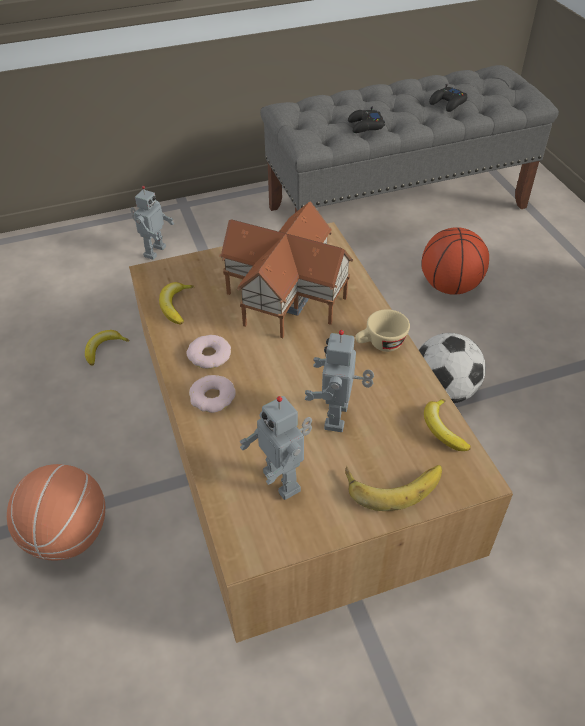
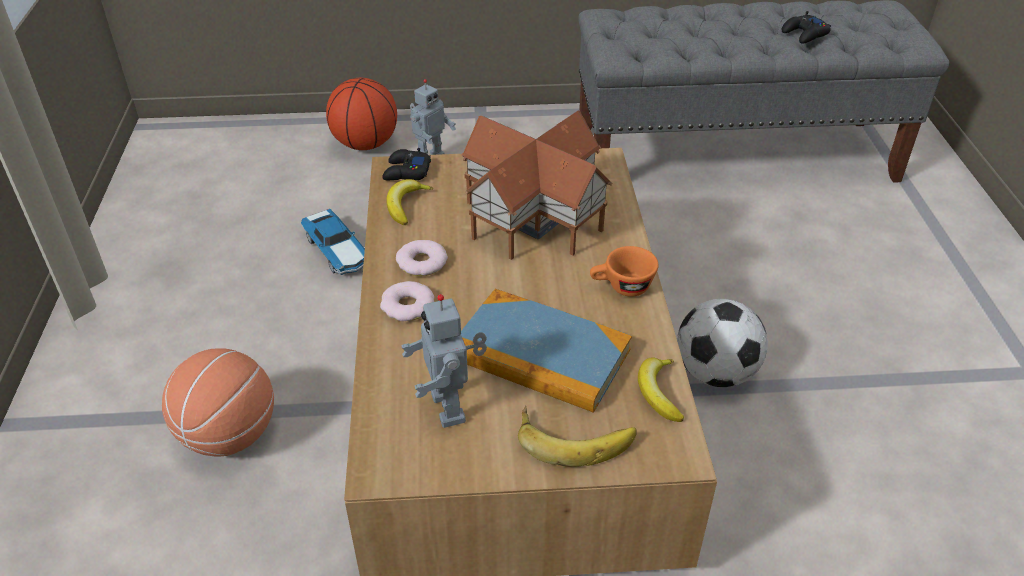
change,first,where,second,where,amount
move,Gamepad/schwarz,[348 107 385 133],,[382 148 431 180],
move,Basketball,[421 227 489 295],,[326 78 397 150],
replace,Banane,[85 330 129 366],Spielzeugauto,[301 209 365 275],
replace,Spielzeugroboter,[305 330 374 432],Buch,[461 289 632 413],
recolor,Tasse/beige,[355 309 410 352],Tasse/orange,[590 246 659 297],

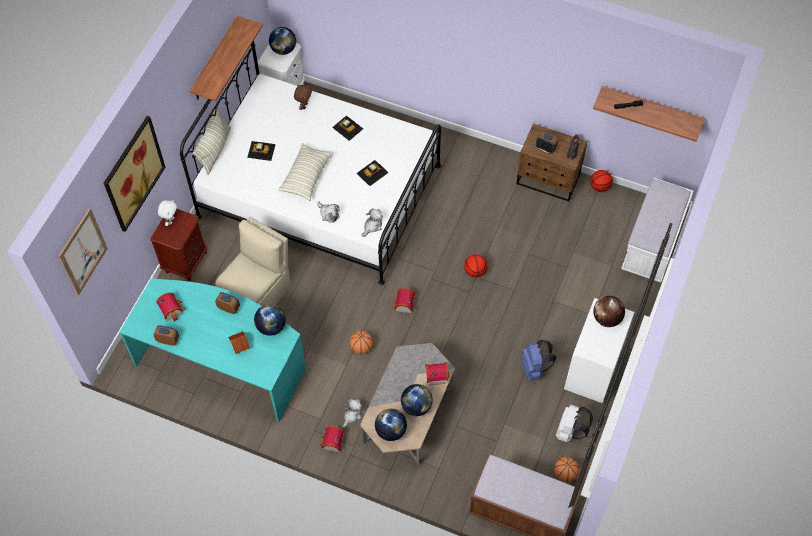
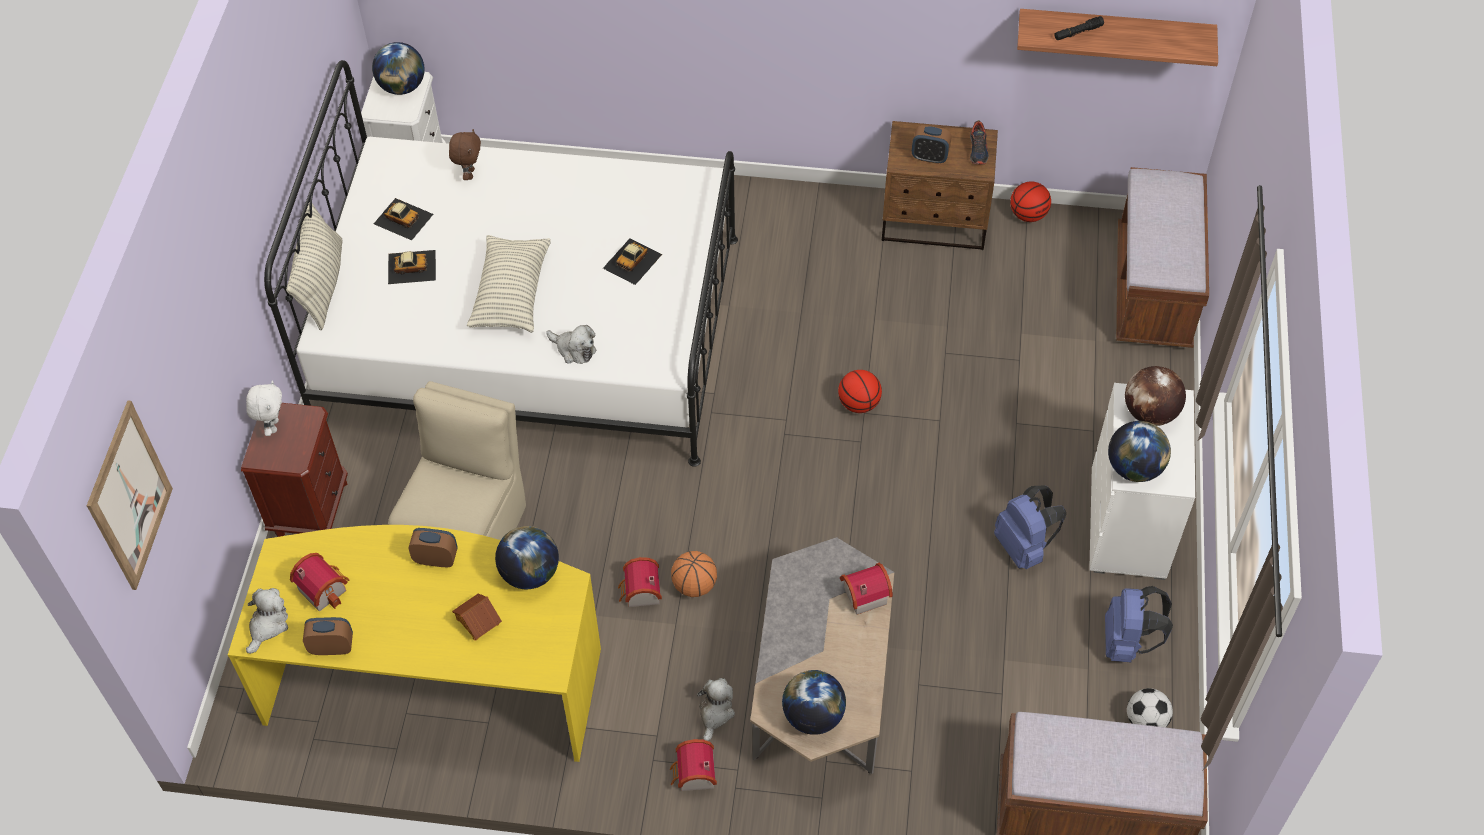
change,first,where,second,where,amount
delete,Bild,[104 116 165 232],,,
delete,Wandregal,[190 16 263 101],,,
move,Spielzeugauto,[332 116 363 141],,[374 198 433 240],
move,Plüschtier,[361 208 383 237],,[246 588 288 654],
move,Spielzeughaus,[392 288 415 313],,[618 557 662 607],
move,Globus,[401 384 433 416],,[1108 421 1171 482],
replace,Basketball,[554 457 580 482],Fußball,[1127 688 1173 727],
recolor,Schreibtisch/türkis,[119 279 306 422],Schreibtisch/gelb,[228 525 601 762],
recolor,Rucksack/weiß,[556 405 593 442],Rucksack/blau,[1105 586 1173 662],
recolor,Bank/weiß,[621 178 693 283],Bank/braun,[1116 167 1209 348],

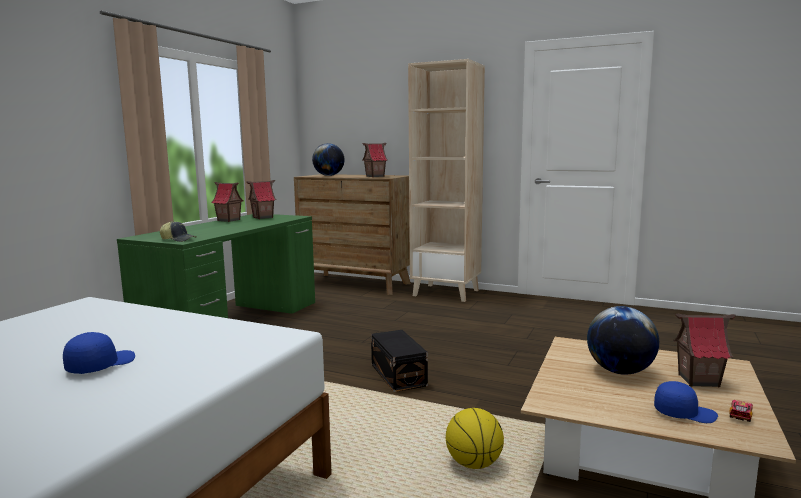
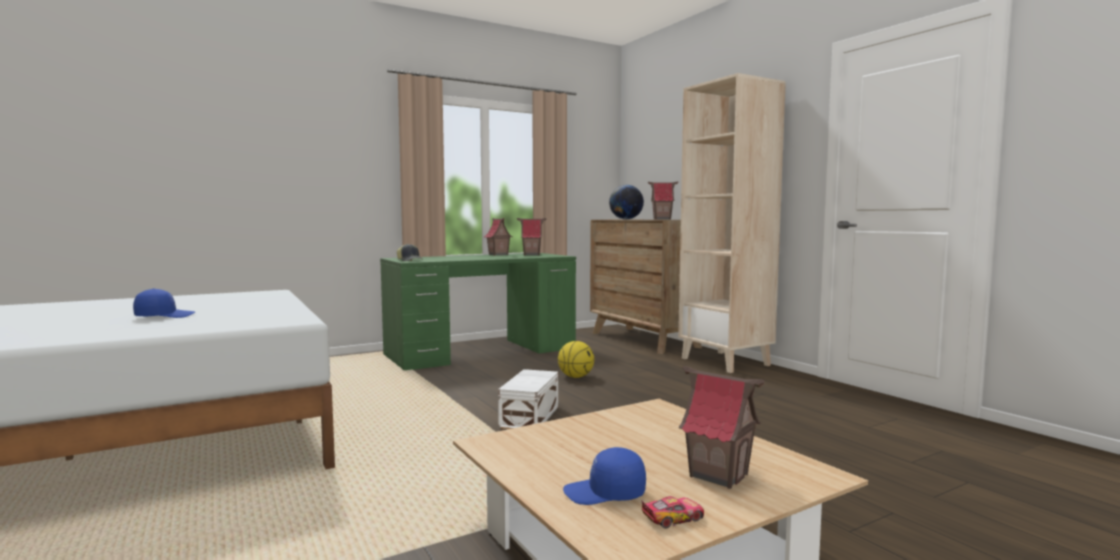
change,first,where,second,where,amount
delete,Globus,[587 306 659 375],,,
move,Basketball,[446 408 504 469],,[558 341 594 378],
recolor,Aufbewahrungsbox/schwarz,[371 330 428 392],Aufbewahrungsbox/weiß,[498 369 558 429],
rotate,Kappe/blau,[654 381 718 423],,[563 447 646 505],135 degrees clockwise

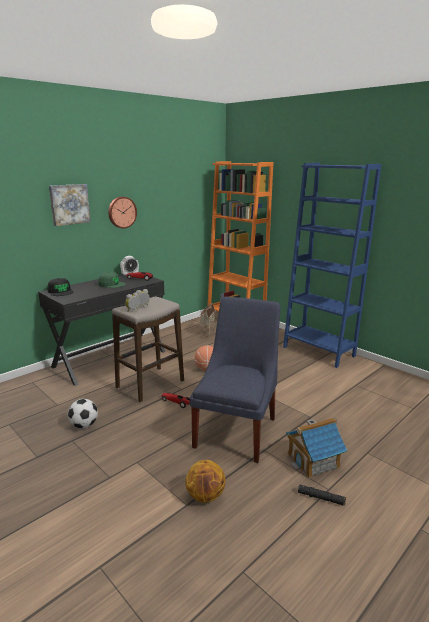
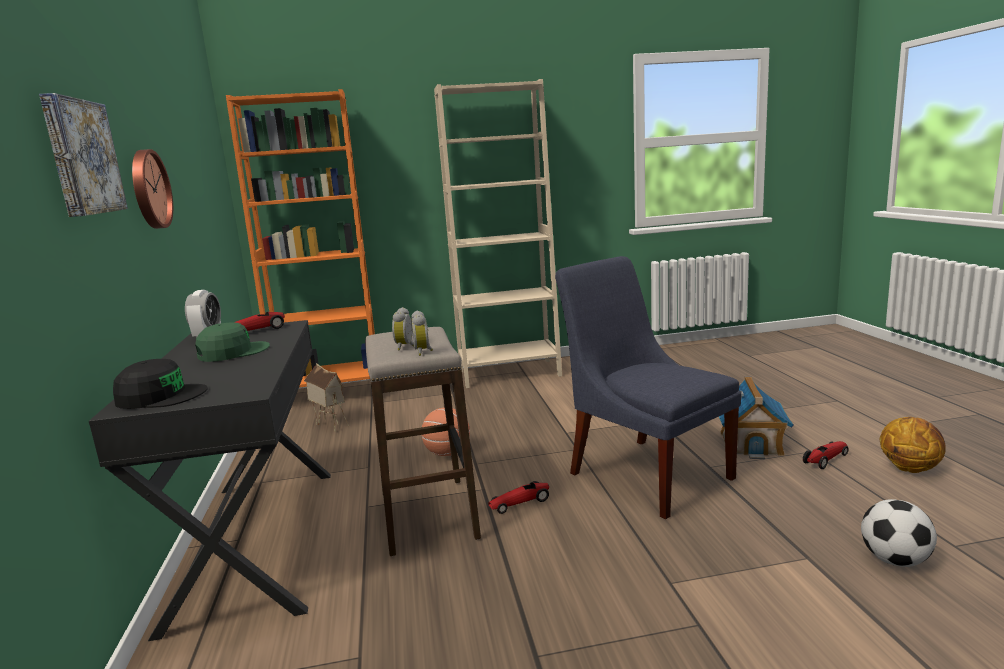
change,first,where,second,where,amount
move,Fußball,[68 399 98 428],,[861 499 937 567],
move,Basketball,[185 460 226 503],,[879 417 946 473],
replace,Taschenlampe/schwarz,[298 484 346 506],Spielzeugauto,[803 441 849 469],
recolor,Bücherregal/blau,[283 163 382 368],Bücherregal/beige,[434 79 562 388],

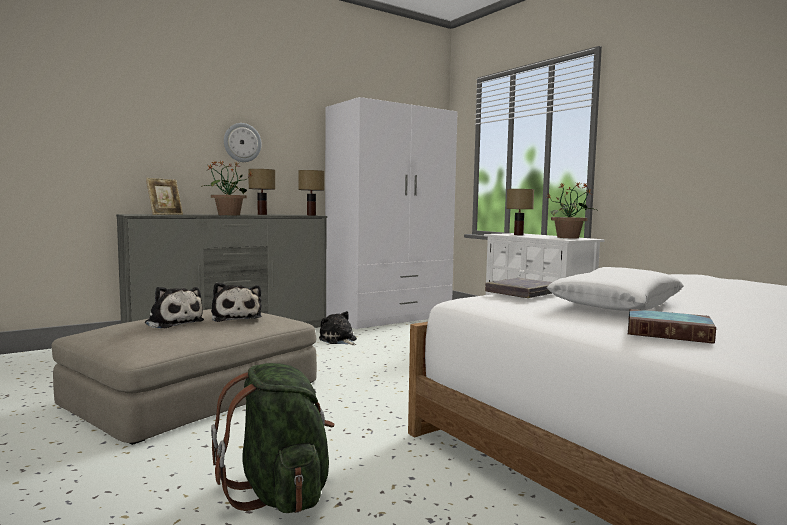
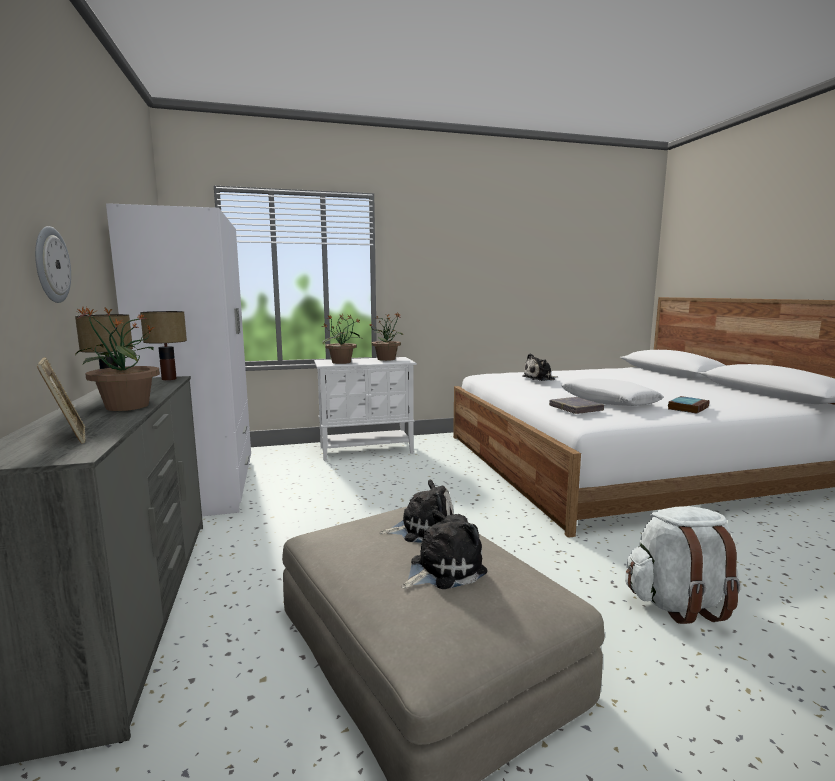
change,first,where,second,where,amount
move,Plüschtier,[319 311 357 345],,[522 353 558 381],
replace,Tischlampe,[506 189 534 235],Topfpflanze,[322 314 361 364],
recolor,Rucksack/grün,[211 363 334 513],Rucksack/weiß,[625 506 740 624],

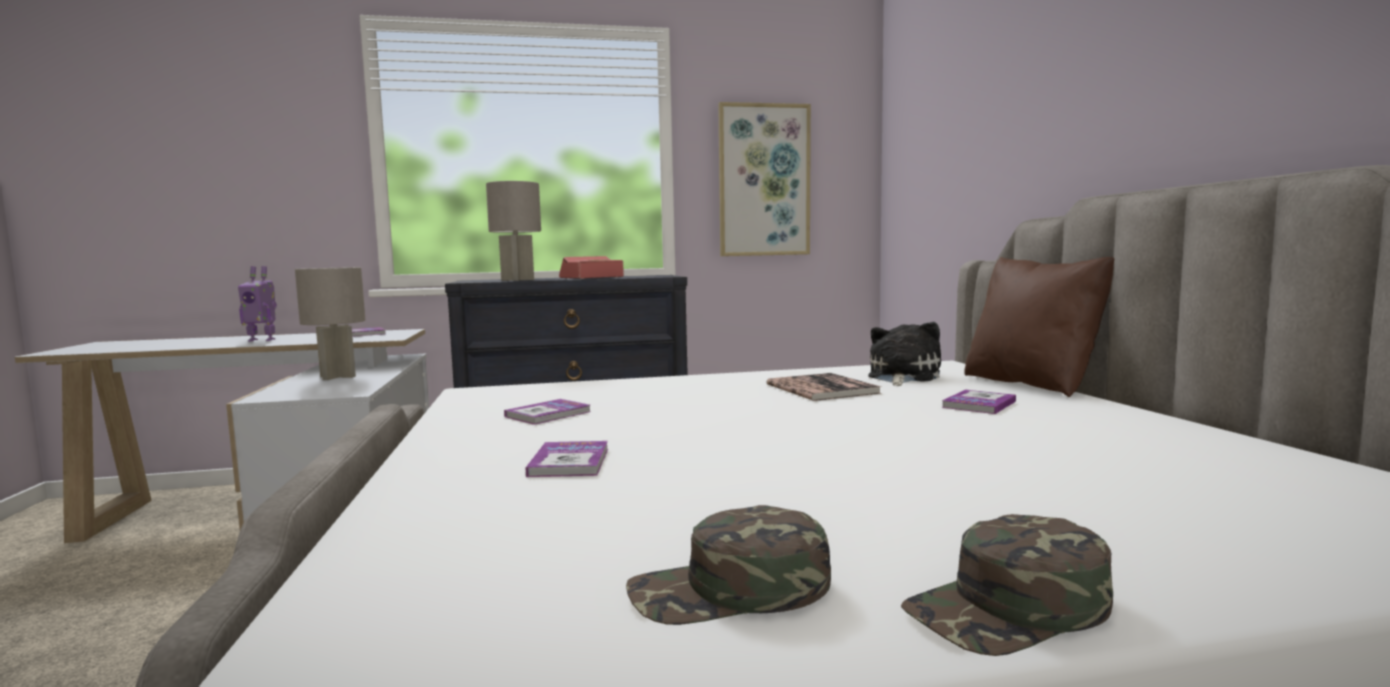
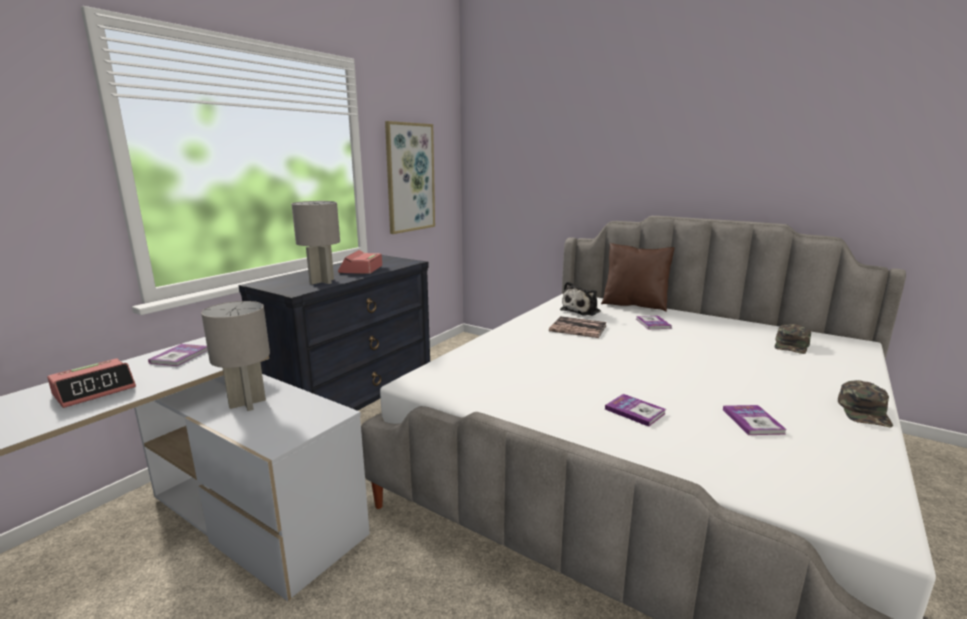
change,first,where,second,where,amount
move,Buch,[504 399 590 425],,[723 405 787 435],
move,Kappe/grün,[626 505 831 625],,[775 324 811 354],
replace,Spielzeugroboter,[238 266 277 342],Wecker,[47 359 136 408],
rotate,Plüschtier,[869 322 941 386],,[560 282 601 316],120 degrees counterclockwise

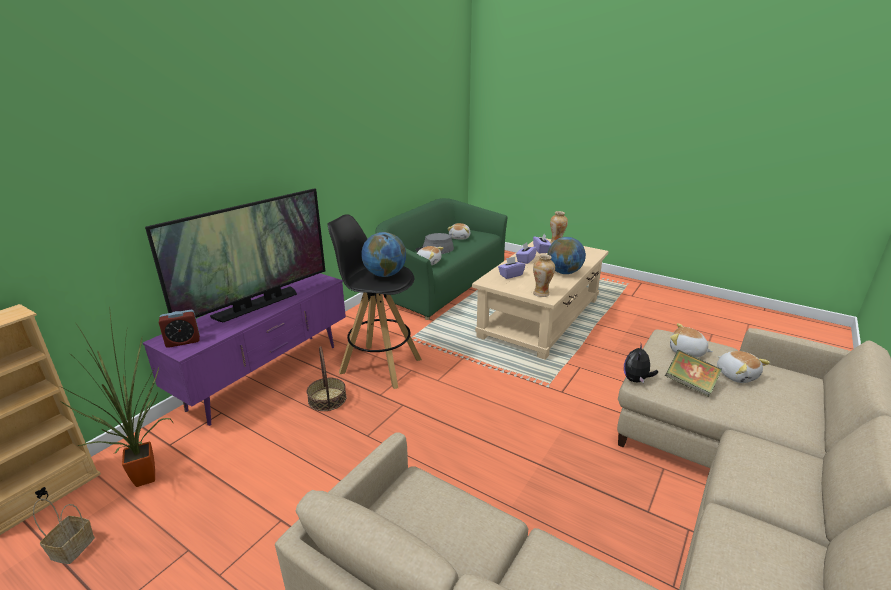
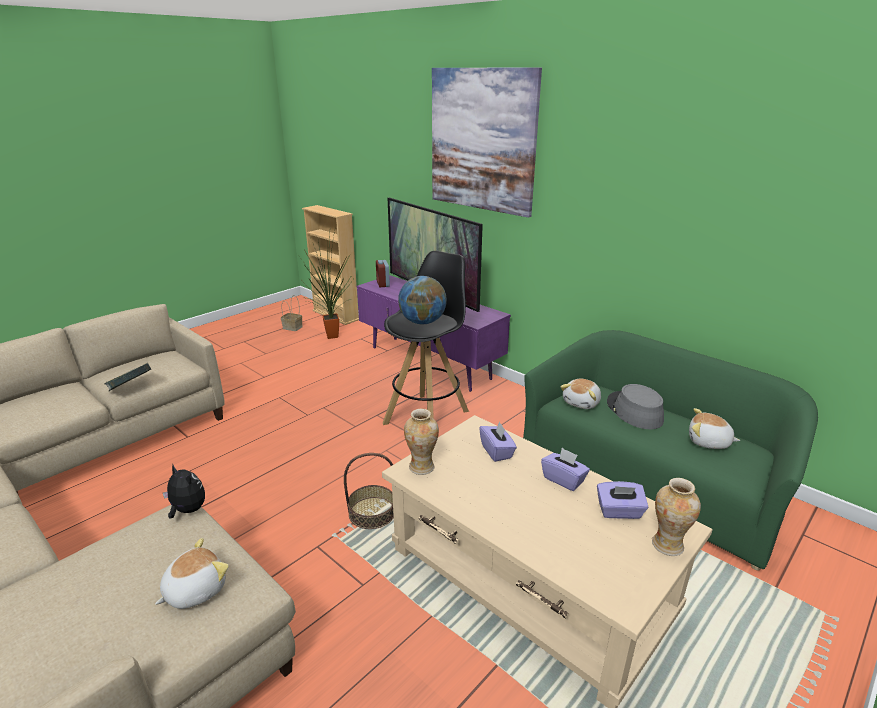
change,first,where,second,where,amount
delete,Globus,[547 237 586 274],,,
delete,Plüschtier,[717 351 770 383],,,
insert,,,Bild,[432 67 542 218],
move,Korb,[307 346 347 411],,[344 453 394 529],
move,Buch,[665 350 722 397],,[105 363 151 391],

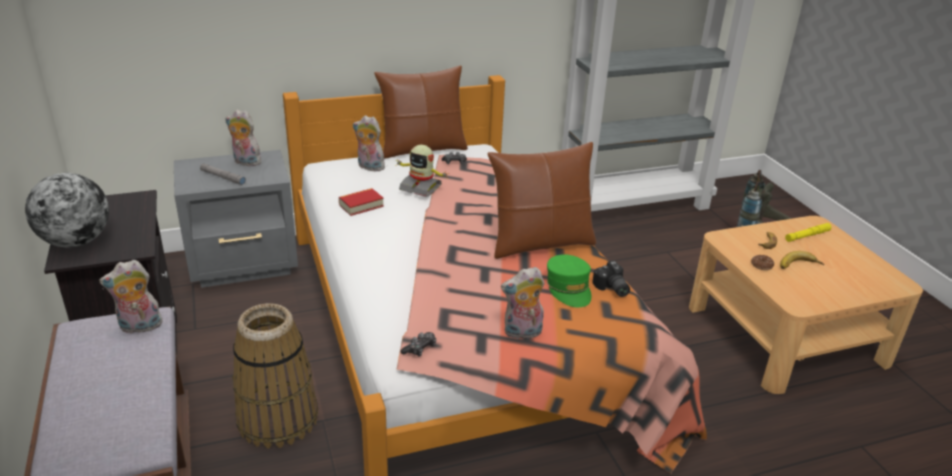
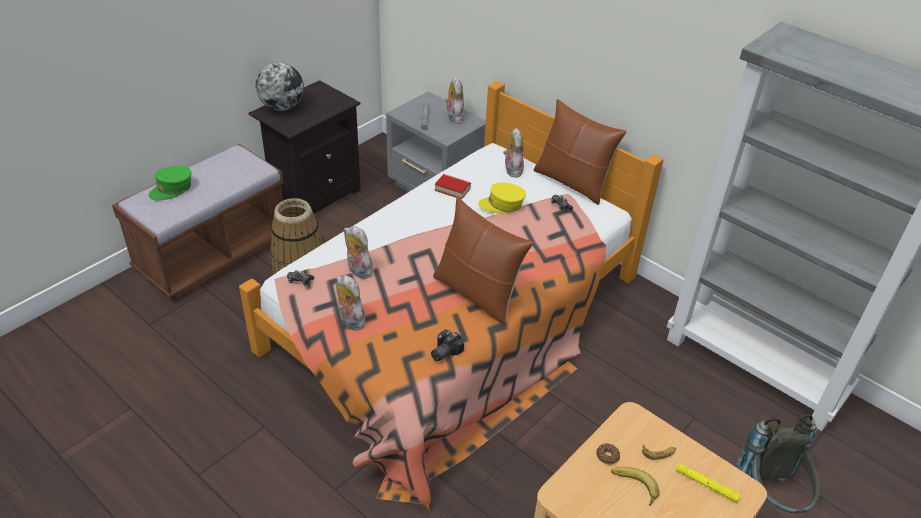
change,first,where,second,where,amount
move,Plüschtier,[99 260 163 334],,[344 226 374 279],
move,Kappe/grün,[547 254 591 308],,[148 166 191 201],
replace,Spielzeugroboter,[395 145 447 197],Kappe/gelb,[478 183 526 214],

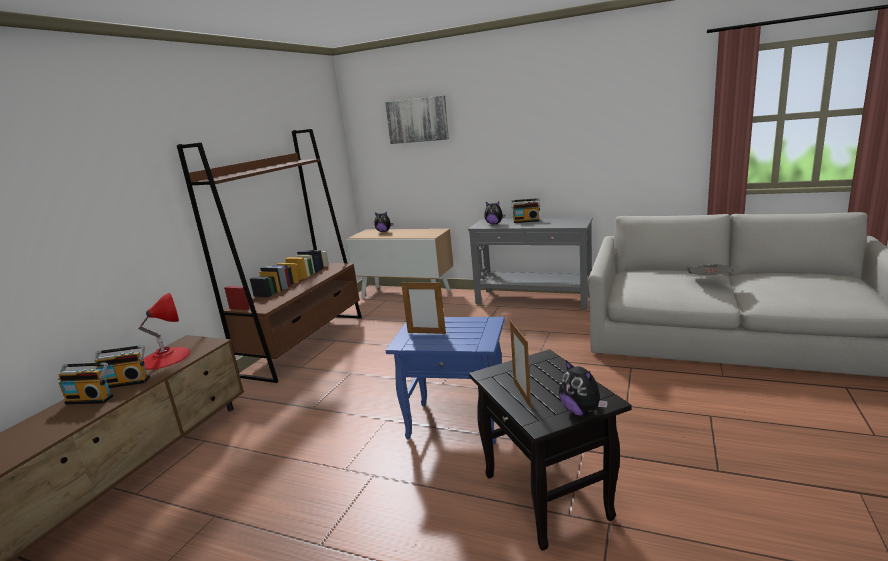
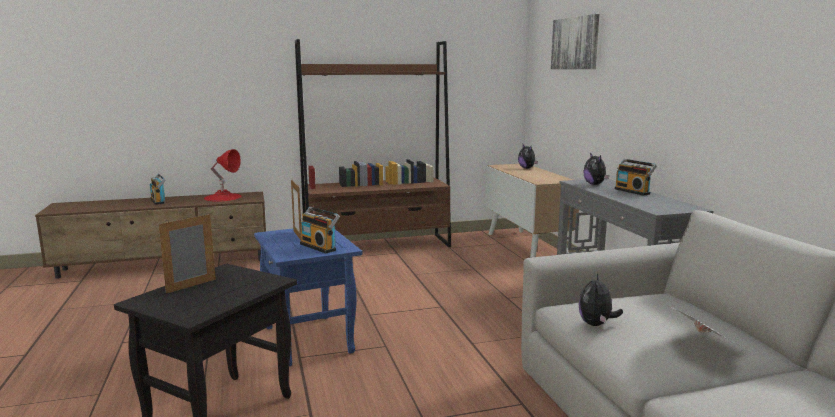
change,first,where,second,where,amount
move,Radio,[94 345 150 388],,[300 207 340 253],
move,Plüschtier,[559 360 608 416],,[579 274 623 326],

